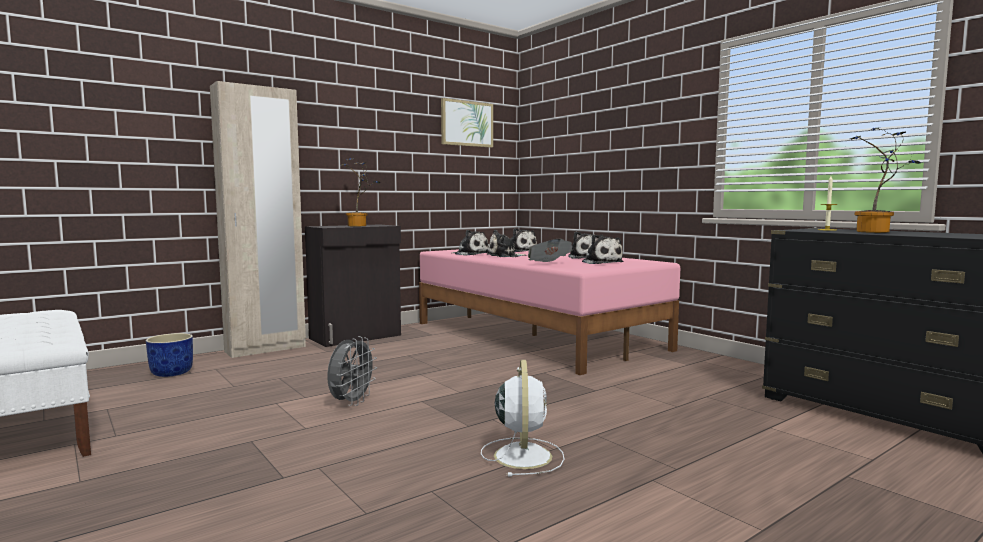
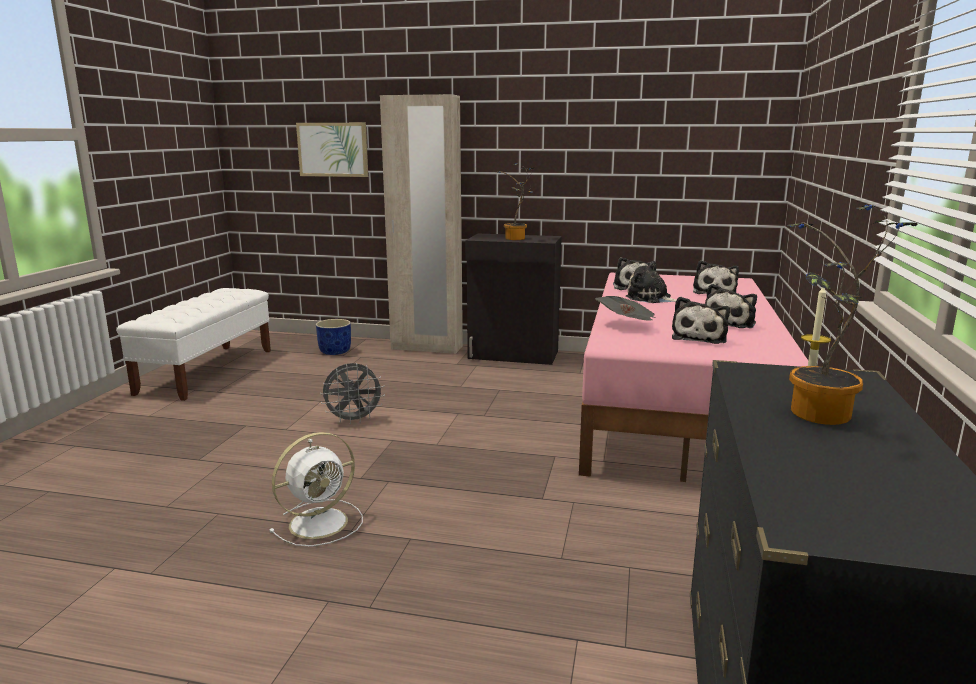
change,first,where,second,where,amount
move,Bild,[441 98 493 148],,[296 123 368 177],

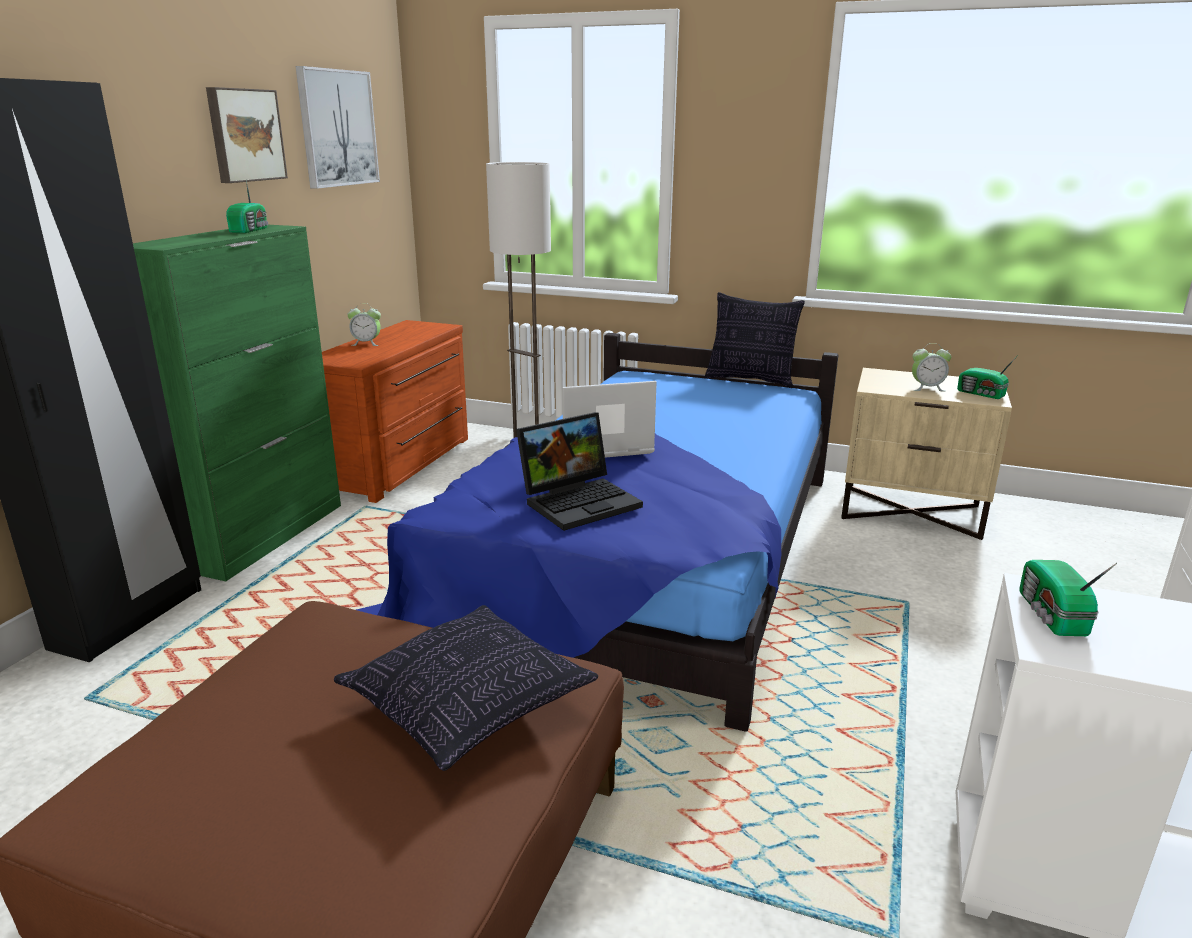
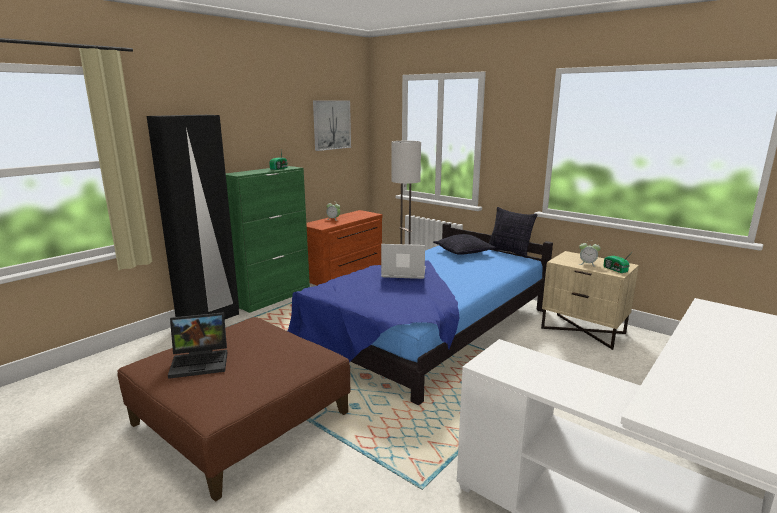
change,first,where,second,where,amount
delete,Bild,[206 87 288 183],,,
delete,Radio,[1019 560 1117 636],,,
move,Kissen,[334 605 598 771],,[433 234 496 255],
move,Laptop,[516 412 643 531],,[168 312 227 379],

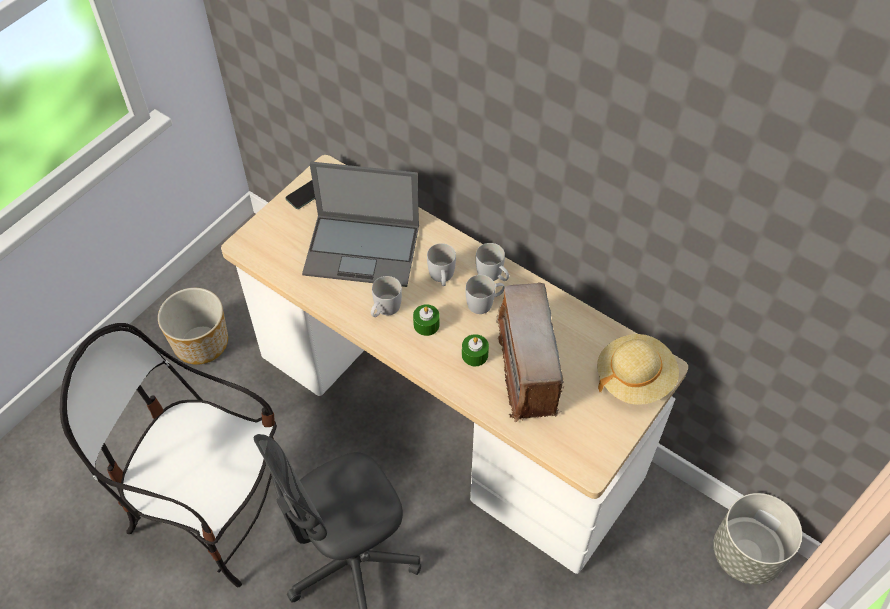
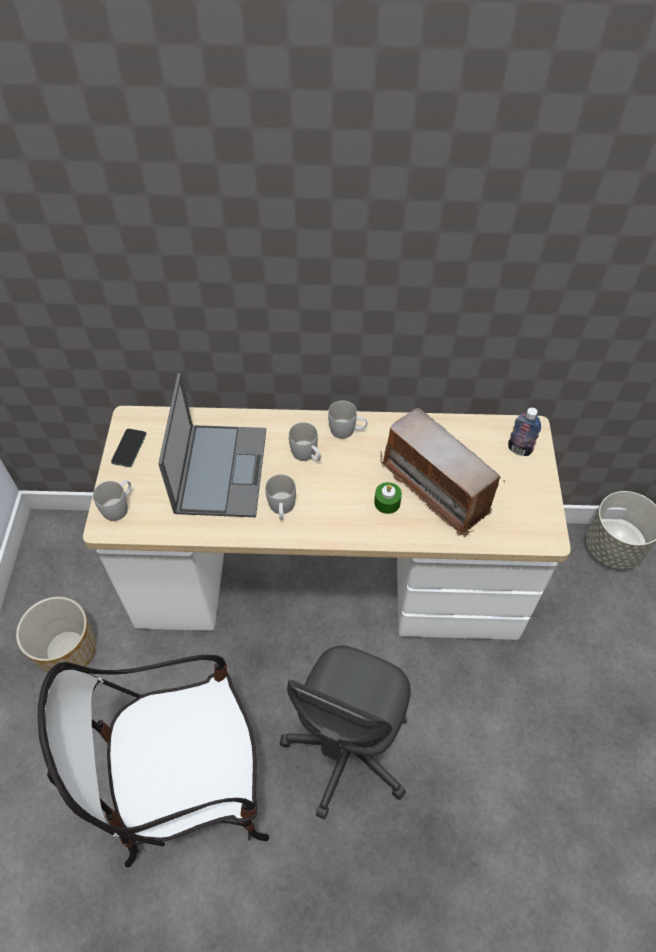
change,first,where,second,where,amount
delete,Kerze/grün,[413 304 440 336],,,
move,Henkelbecher/weiß,[466 275 505 314],,[93 480 131 521],
replace,Hut/beige,[597 334 679 405],Flasche,[508 408 541 456],
rotate,Laptop,[302 161 419 287],,[158 373 266 517],60 degrees counterclockwise

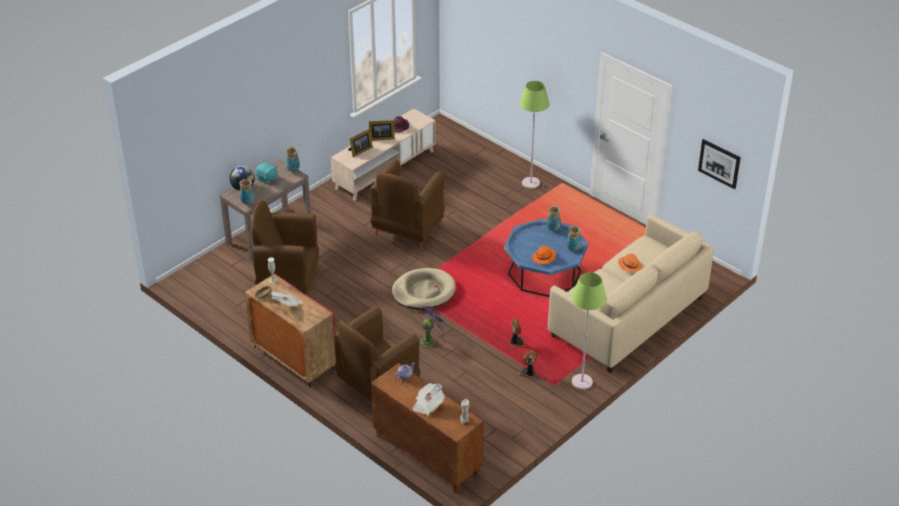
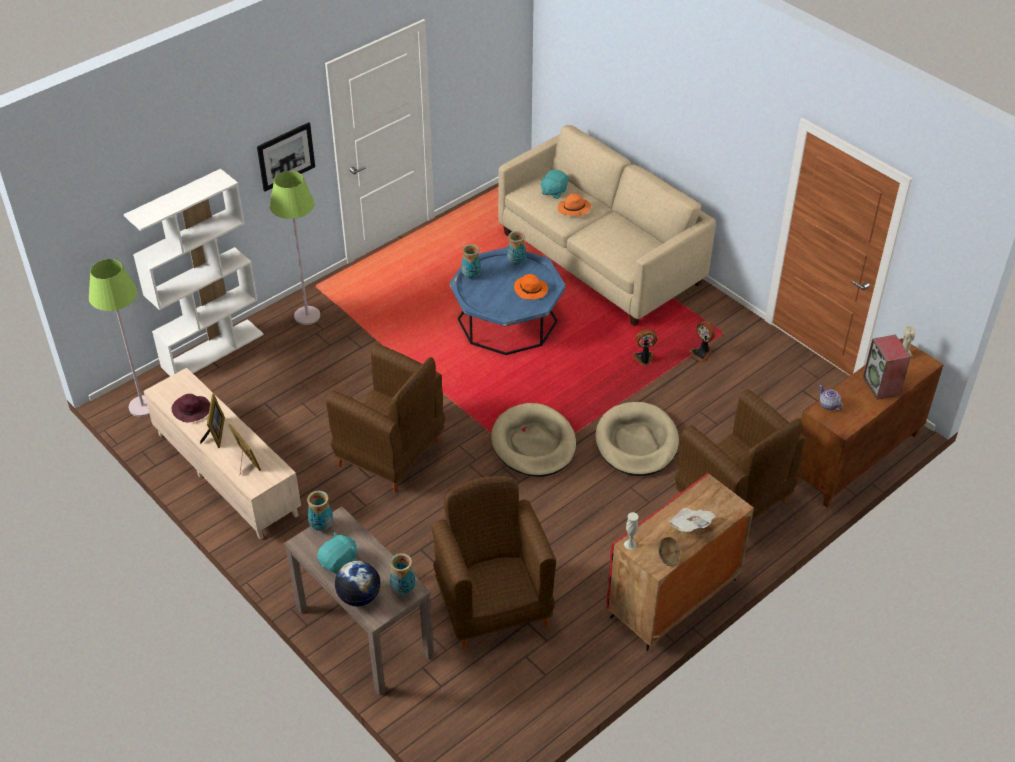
change,first,where,second,where,amount
insert,,,Bücherregal/weiß,[123 169 264 376],
insert,,,Plüschtier/türkis,[540 170 568 199],
move,Stehlampe/grün,[571 272 607 390],,[89 259 150 417],
move,Bild,[698 139 741 189],,[257 122 315 191],
replace,Zeitung,[413 383 444 415],Lautsprecher,[863 335 911 399],
replace,Ventilator/lila,[419 303 448 348],Hundebett/beige,[596 402 679 476],
rotate,Sessel/braun,[251 201 319 295],,[432 476 556 649],150 degrees clockwise

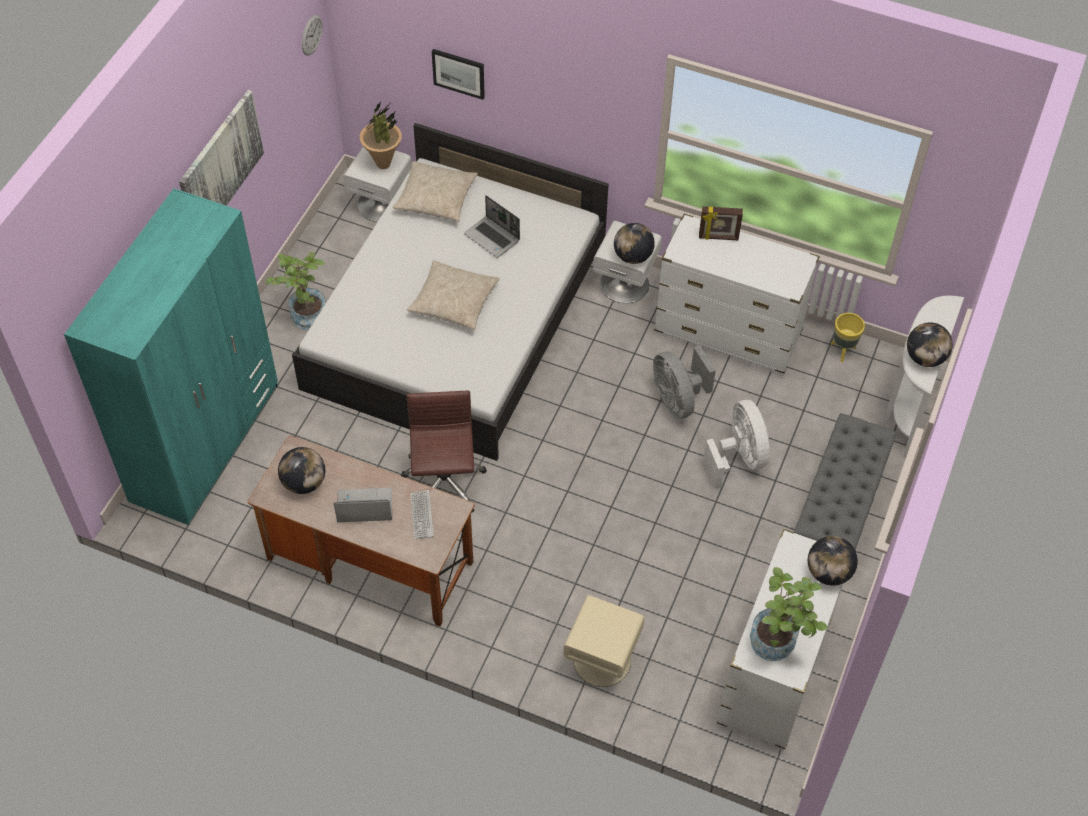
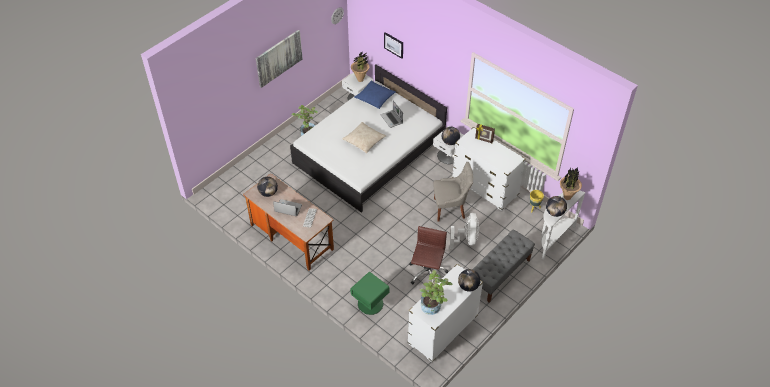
change,first,where,second,where,amount
delete,Kleiderschrank/türkis,[64 188 278 525],,,
insert,,,Topfpflanze,[560 167 582 200],
move,Bürostuhl/braun,[401 391 487 513],,[409 226 448 285],
replace,Ventilator/grau,[653 345 716 419],Stuhl/grau,[433 162 473 222],
recolor,Kissen/beige,[393 161 478 222],Kissen/blau,[354 81 396 109],
recolor,Nachttisch/beige,[563 595 645 687],Nachttisch/grün,[350 272 389 315],

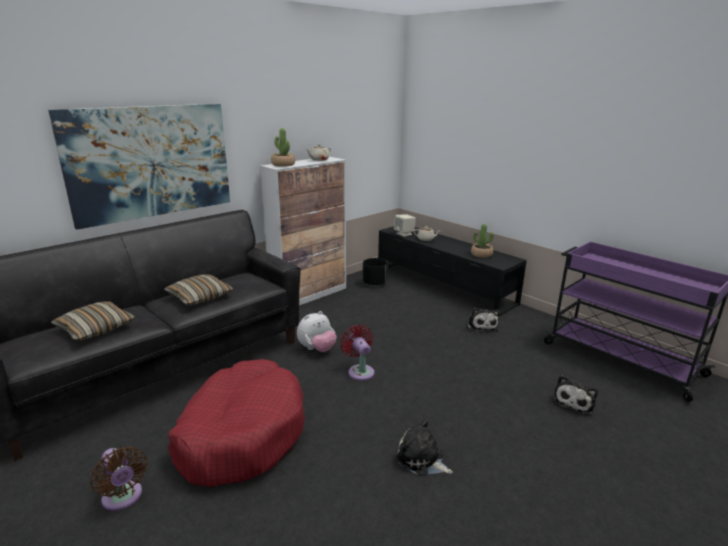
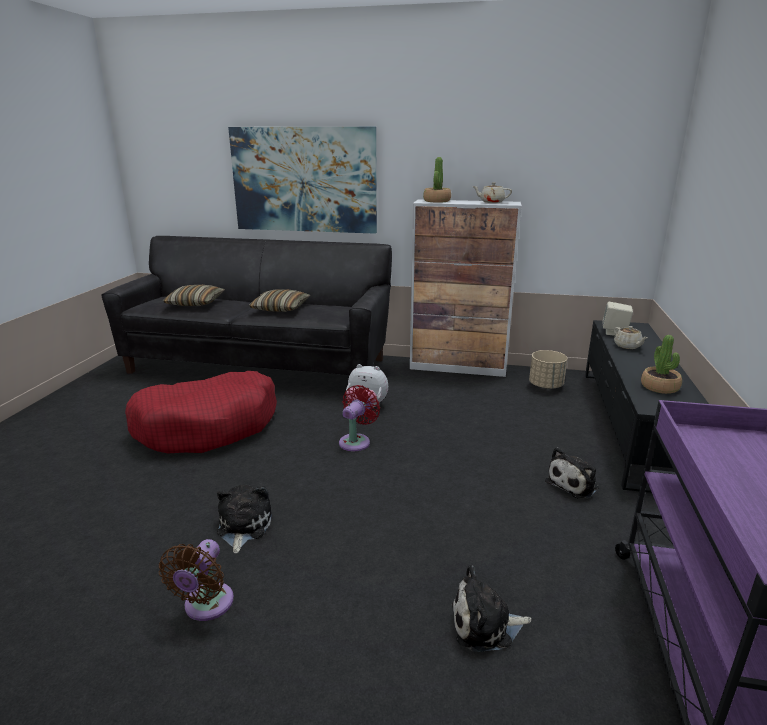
change,first,where,second,where,amount
move,Ventilator/braun,[90 447 147 511],,[159 539 234 621],
recolor,Pflanzkübel/schwarz,[363 258 388 286],Pflanzkübel/beige,[529 350 568 389],

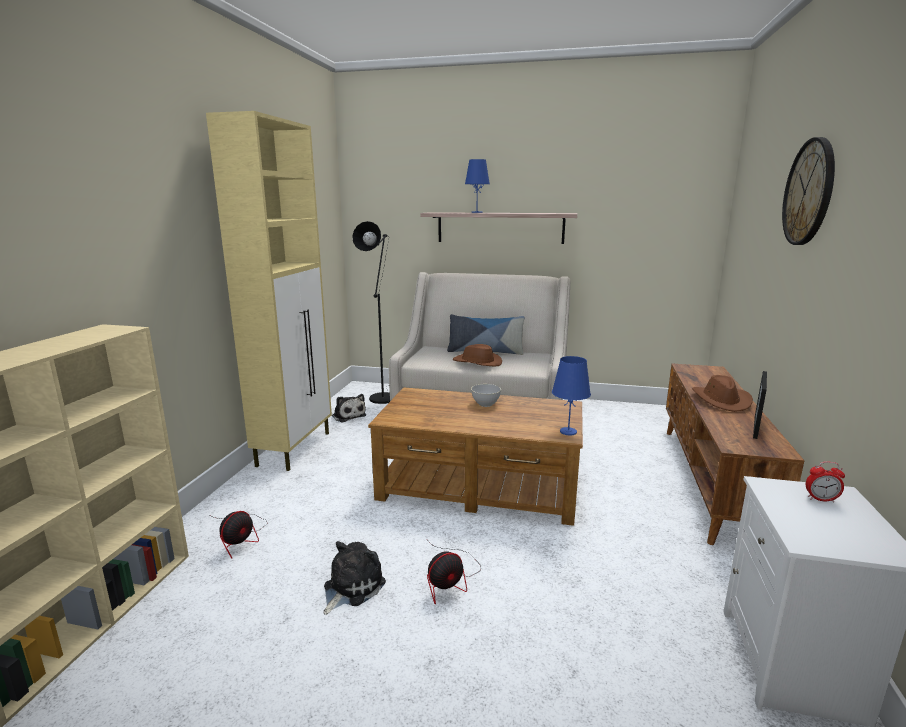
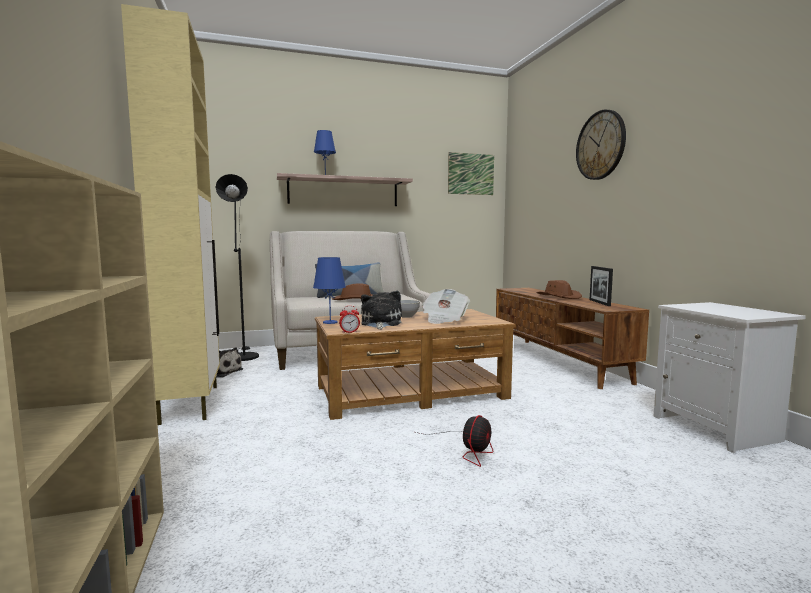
change,first,where,second,where,amount
delete,Ventilator,[209 511 268 559],,,
insert,,,Zeitung,[422 289 470 324],
insert,,,Bild,[448 152 494 195],
move,Plüschtier,[323 541 386 615],,[361 291 402 329],
move,Tischlampe/blau,[552 356 591 435],,[313 257 346 324],
move,Wecker,[806 461 845 502],,[339 306 360 333],

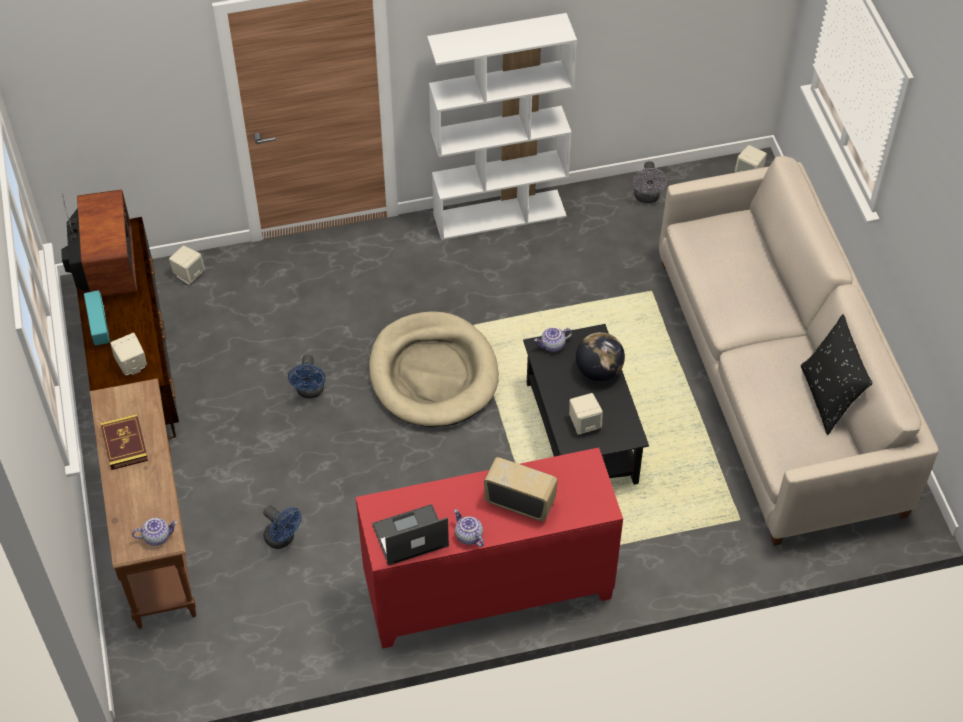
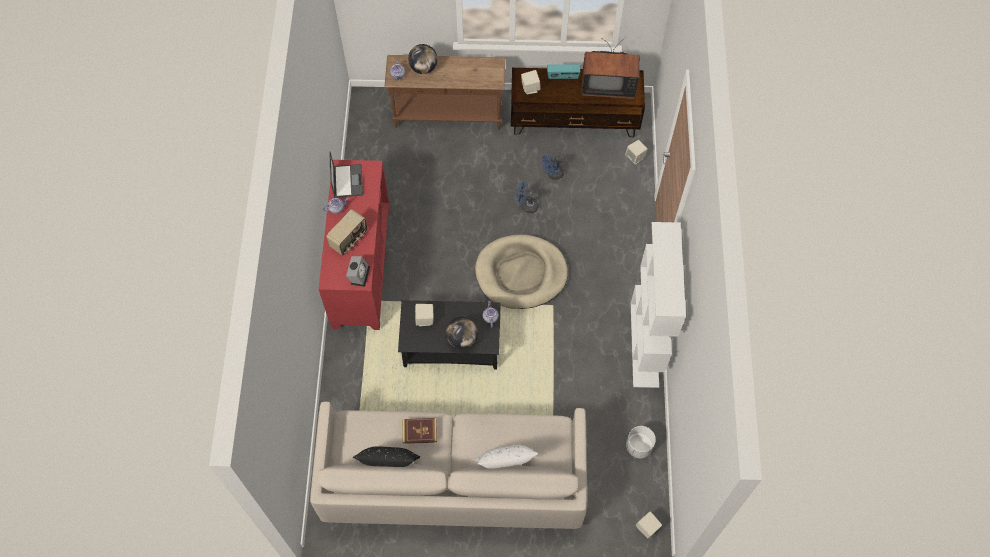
change,first,where,second,where,amount
insert,,,Wecker,[346 256 370 287],
insert,,,Globus,[408 44 438 74],
insert,,,Kissen/weiß,[475 445 538 469],
move,Buch,[100 414 148 470],,[402 418 437 444],
move,Ventilator/blau,[263 505 302 549],,[542 154 564 180],
replace,Ventilator/grau,[633 161 667 203],Pflanzkübel/weiß,[626 426 656 458],

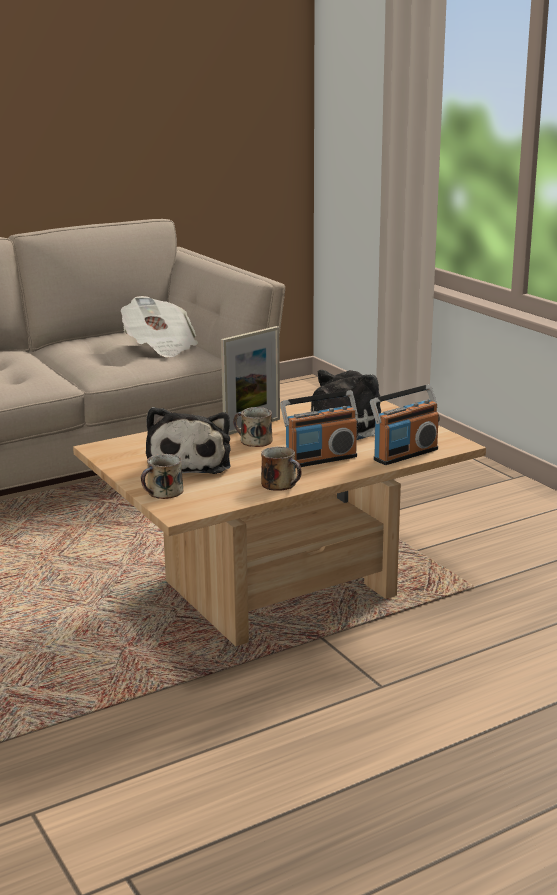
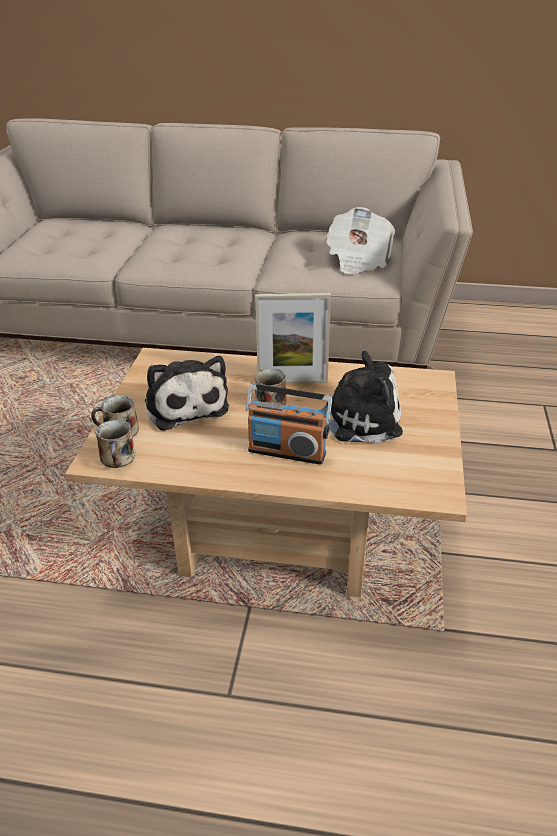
change,first,where,second,where,amount
delete,Radio,[370 384 440 465],,,
move,Henkelbecher,[261 447 302 491],,[95 420 136 468],
rotate,Plüschtier,[146 407 231 474],,[145 356 229 431],60 degrees counterclockwise

